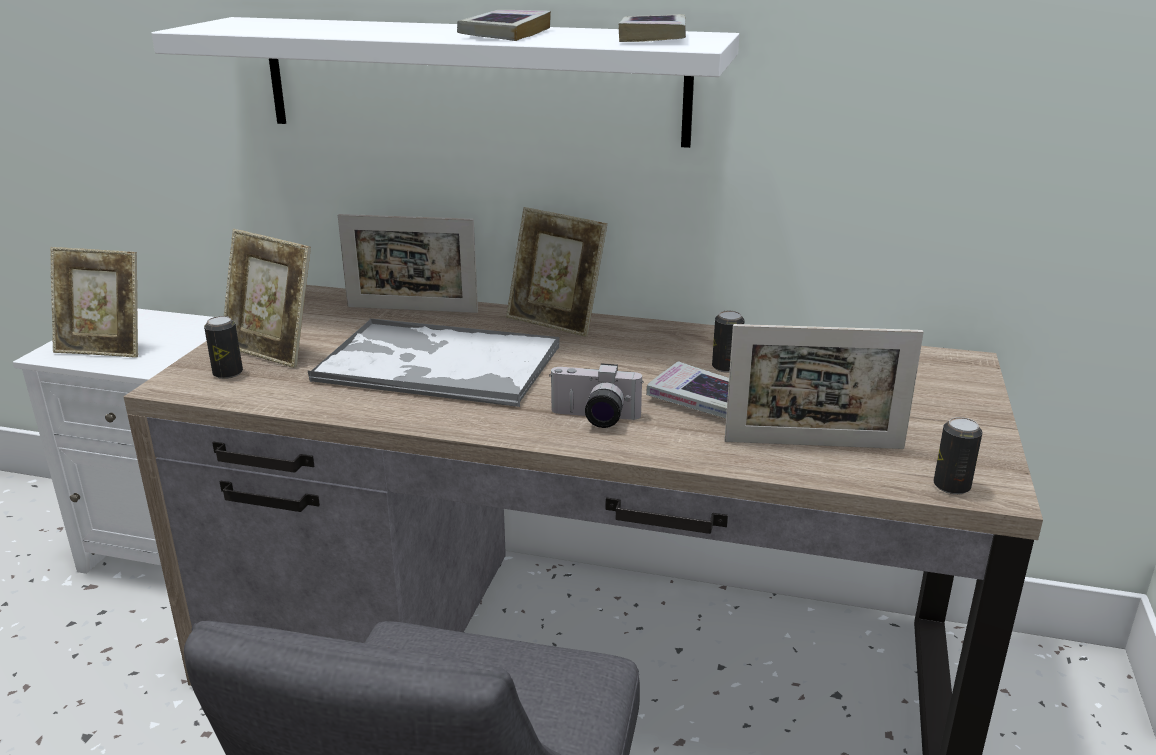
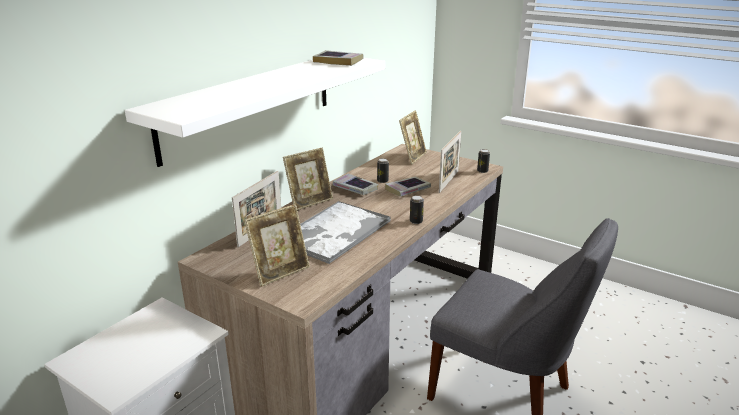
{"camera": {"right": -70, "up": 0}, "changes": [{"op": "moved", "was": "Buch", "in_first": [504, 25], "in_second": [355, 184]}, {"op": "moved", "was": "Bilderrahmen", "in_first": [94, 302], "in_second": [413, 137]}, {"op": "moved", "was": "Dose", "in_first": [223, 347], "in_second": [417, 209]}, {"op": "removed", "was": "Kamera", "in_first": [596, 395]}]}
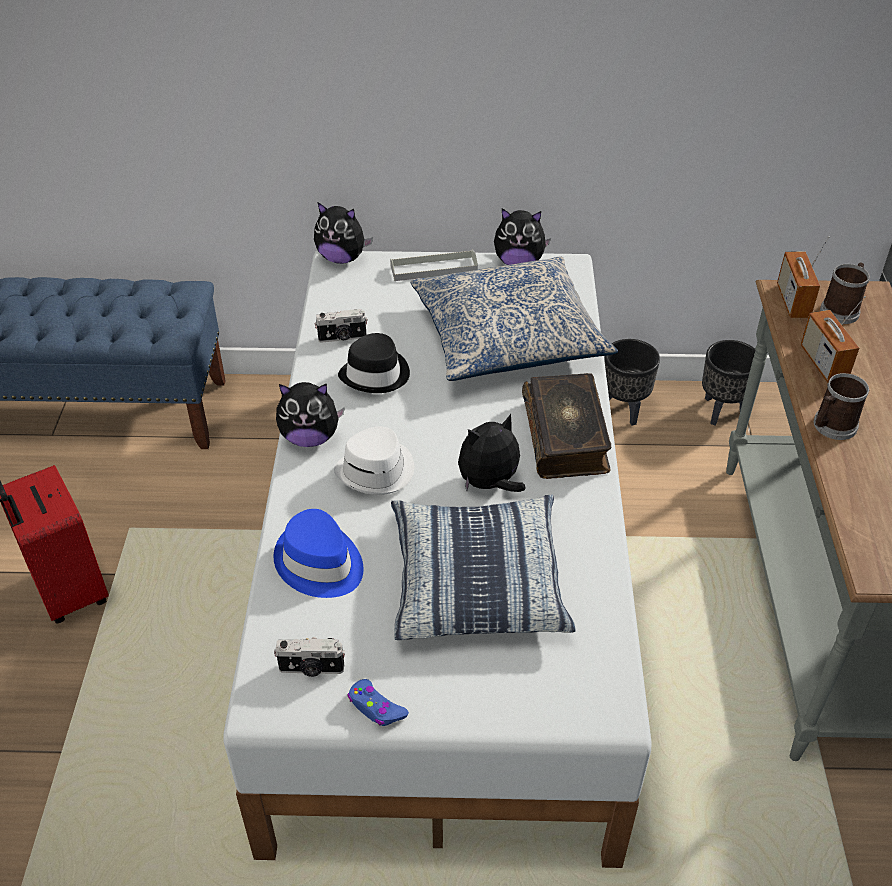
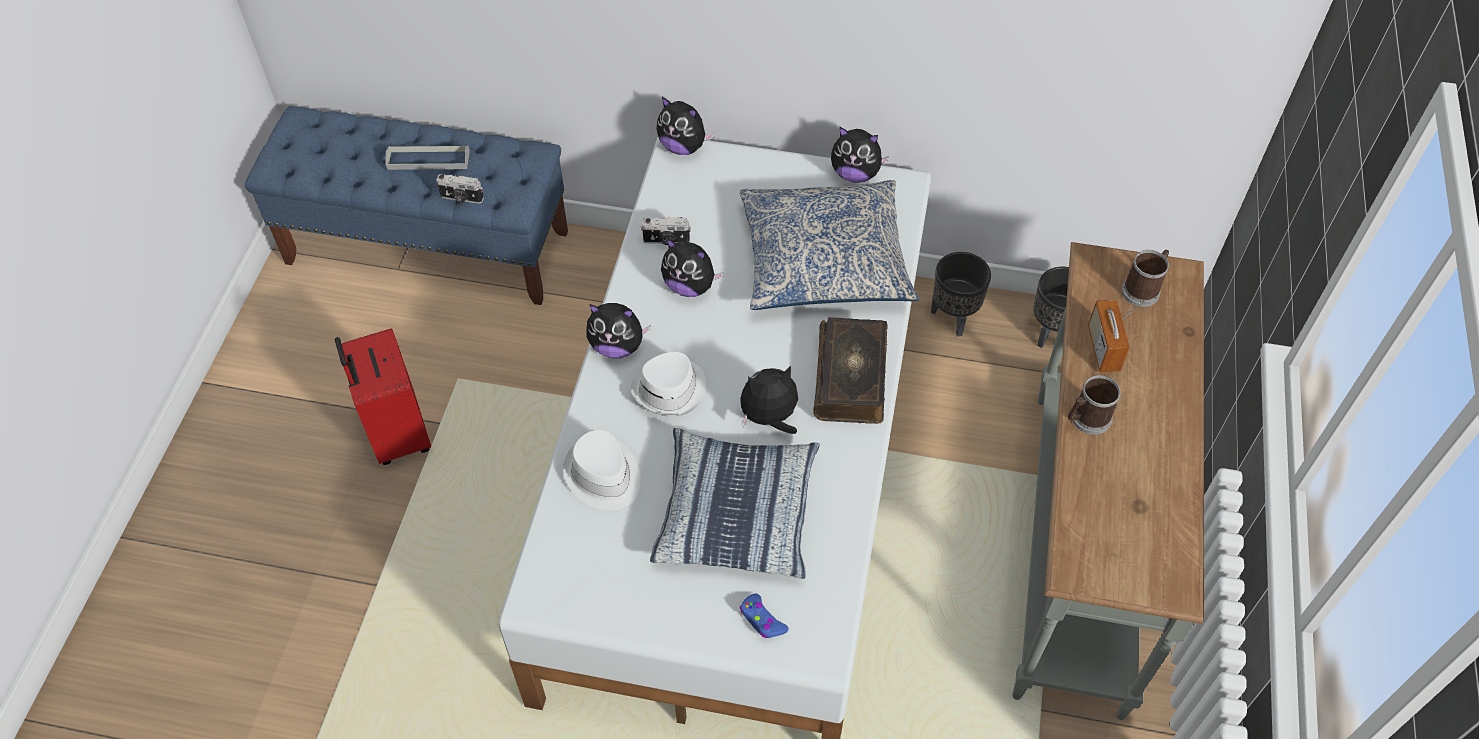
{"camera": {"right": 10, "up": 10}, "changes": [{"op": "moved", "was": "Tablett (grau)", "in_first": [434, 265], "in_second": [427, 157]}, {"op": "moved", "was": "Kamera", "in_first": [309, 657], "in_second": [460, 189]}, {"op": "recoloured", "was": "Hut (blau)", "now": "Hut (weiß)", "in_first": [318, 553], "in_second": [602, 470]}, {"op": "replaced", "was": "Hut (schwarz)", "now": "Plüschtier", "in_first": [374, 363], "in_second": [692, 267]}, {"op": "moved", "was": "Gamepad (blau)", "in_first": [378, 702], "in_second": [764, 615]}, {"op": "removed", "was": "Radio", "in_first": [803, 277]}]}
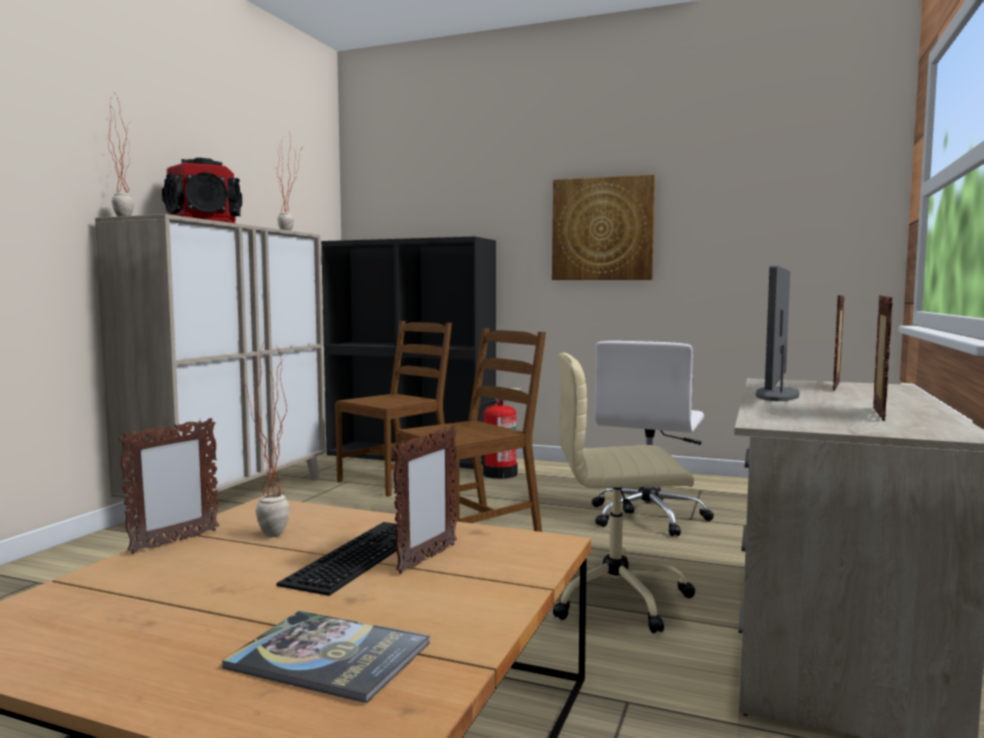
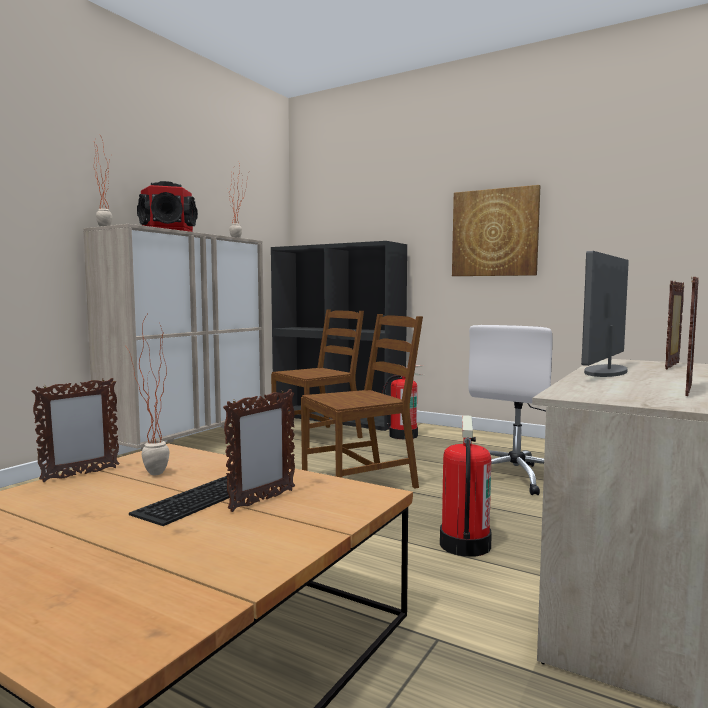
{"camera": {"right": 10, "up": 0}, "changes": [{"op": "replaced", "was": "Bürostuhl (beige)", "now": "Feuerlöscher", "in_first": [624, 493], "in_second": [466, 486]}, {"op": "removed", "was": "Buch", "in_first": [326, 657]}]}
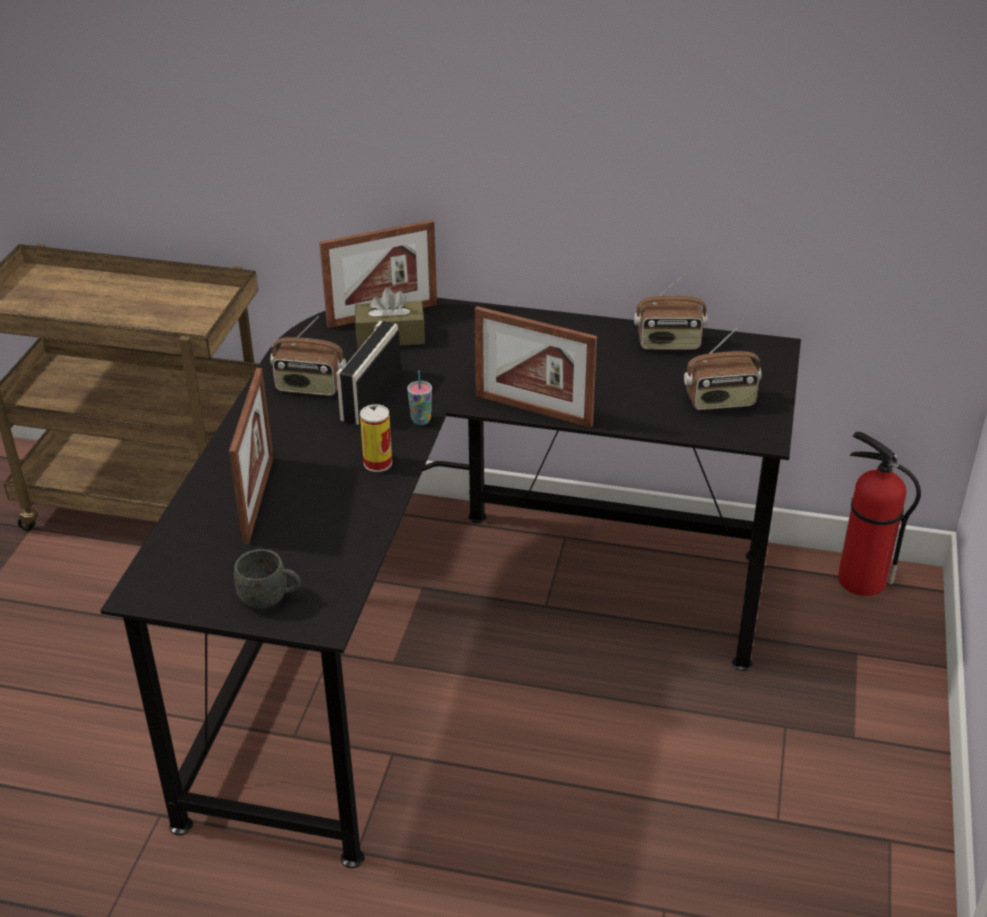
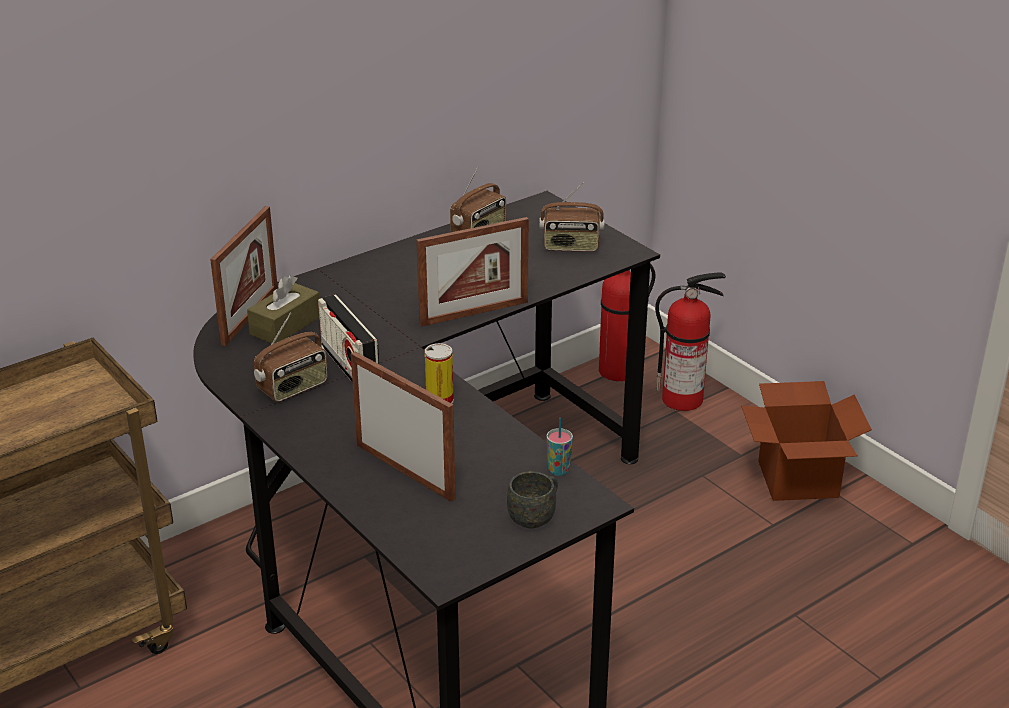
{"camera": {"right": -50, "up": -5}, "changes": [{"op": "turned", "was": "Radio", "in_first": [723, 369], "in_second": [572, 217], "clockwise": 60}, {"op": "moved", "was": "Tasse", "in_first": [419, 397], "in_second": [559, 447]}, {"op": "added", "now": "Feuerlöscher", "in_second": [690, 341]}, {"op": "added", "now": "Karton", "in_second": [806, 441]}]}
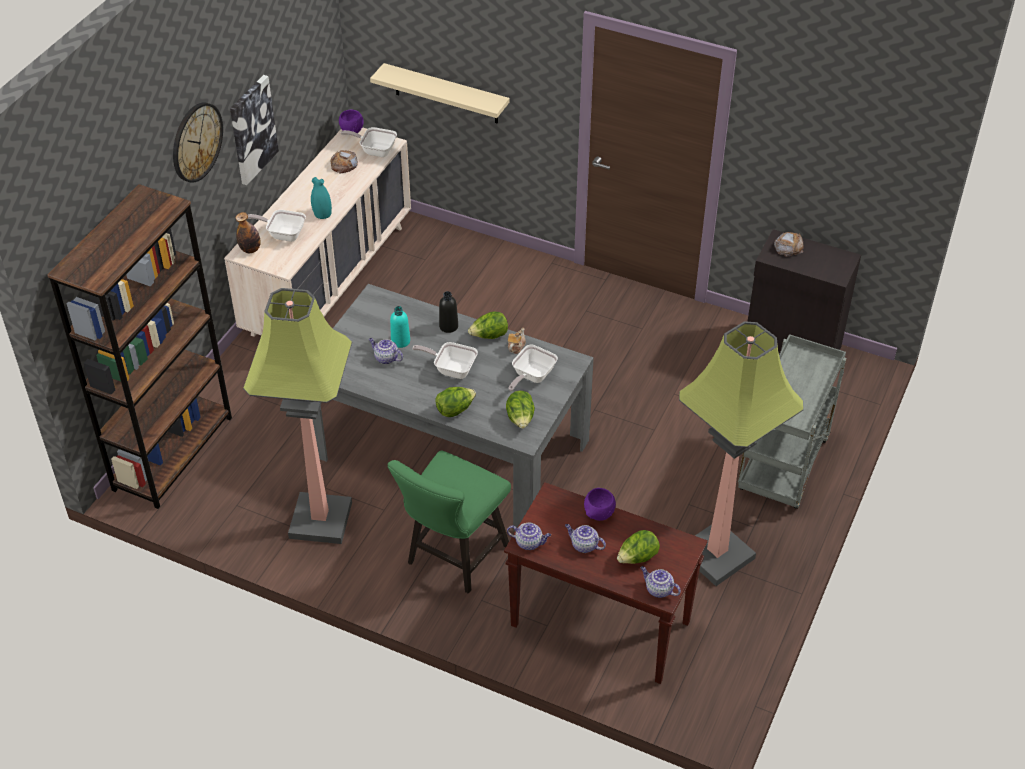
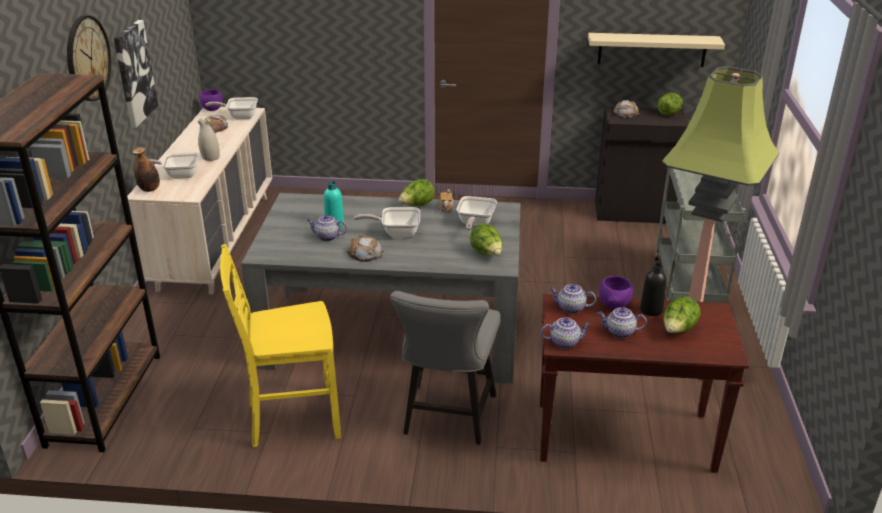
{"camera": {"right": -20, "up": -15}, "changes": [{"op": "recoloured", "was": "Vase (türkis)", "now": "Vase (weiß)", "in_first": [321, 198], "in_second": [209, 139]}, {"op": "replaced", "was": "Stehlampe", "now": "Stuhl (gelb)", "in_first": [297, 416], "in_second": [280, 346]}, {"op": "added", "now": "Brot", "in_second": [365, 249]}, {"op": "recoloured", "was": "Stuhl (grün)", "now": "Stuhl (grau)", "in_first": [449, 522], "in_second": [445, 368]}, {"op": "moved", "was": "Teekanne", "in_first": [661, 582], "in_second": [573, 299]}, {"op": "moved", "was": "Wandregal (beige)", "in_first": [440, 93], "in_second": [656, 50]}, {"op": "moved", "was": "Flasche (schwarz)", "in_first": [448, 312], "in_second": [653, 289]}, {"op": "moved", "was": "Salatkopf", "in_first": [455, 402], "in_second": [670, 104]}]}
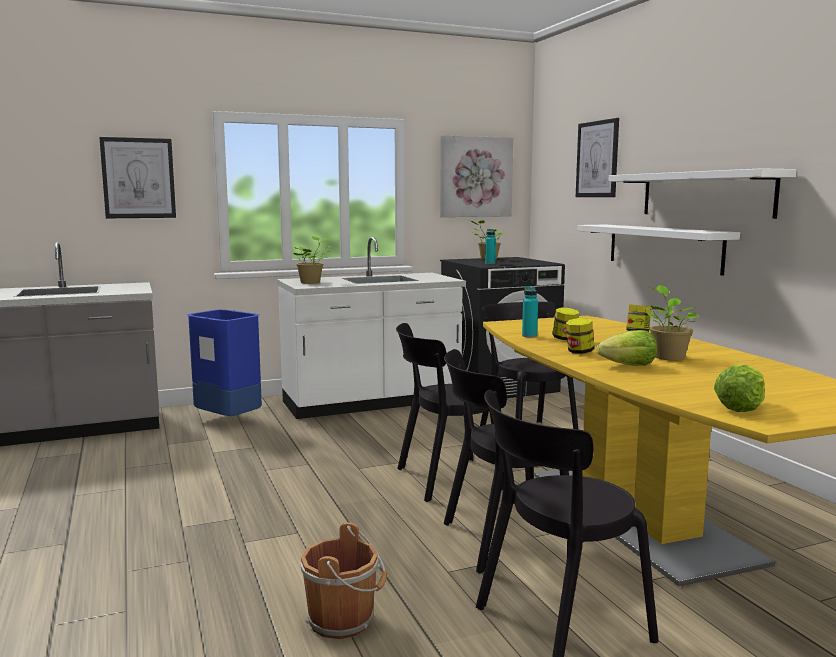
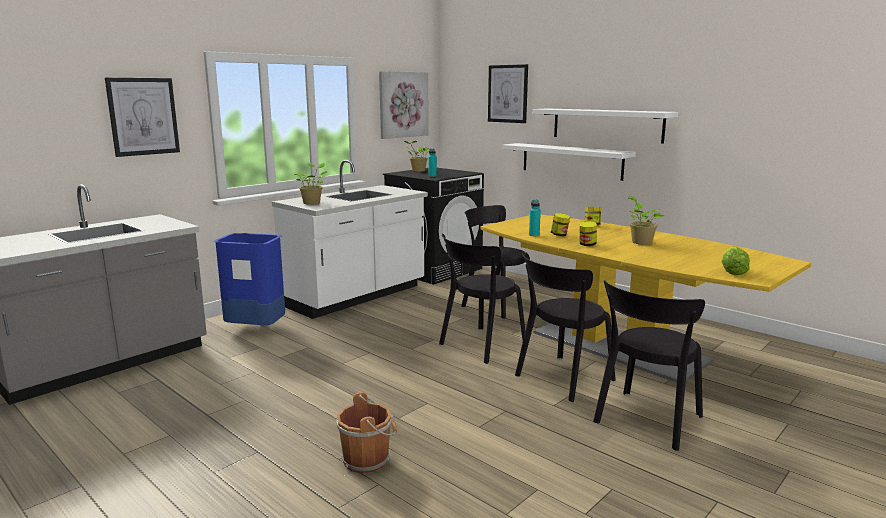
{"camera": {"right": -25, "up": 5}, "changes": [{"op": "moved", "was": "Eimer (braun)", "in_first": [343, 580], "in_second": [366, 432]}, {"op": "removed", "was": "Salatkopf", "in_first": [626, 348]}]}
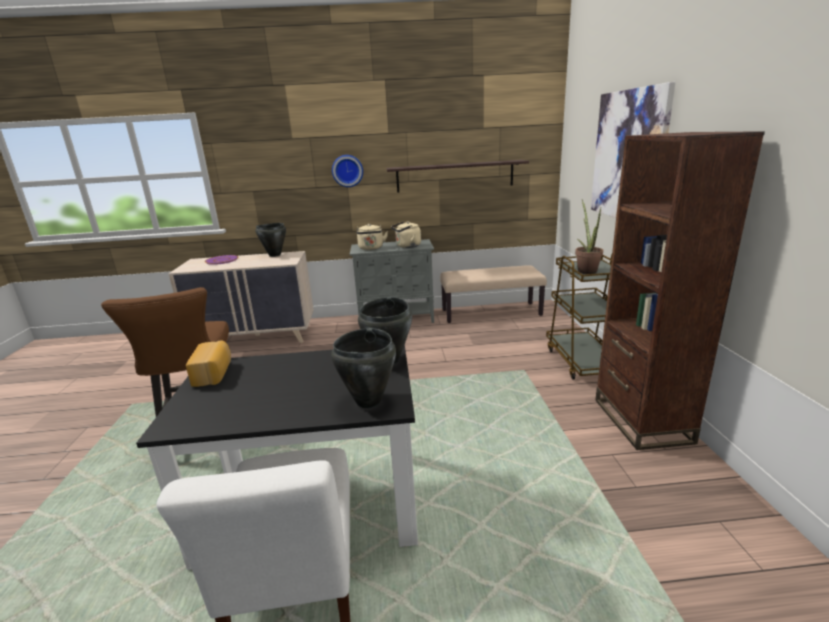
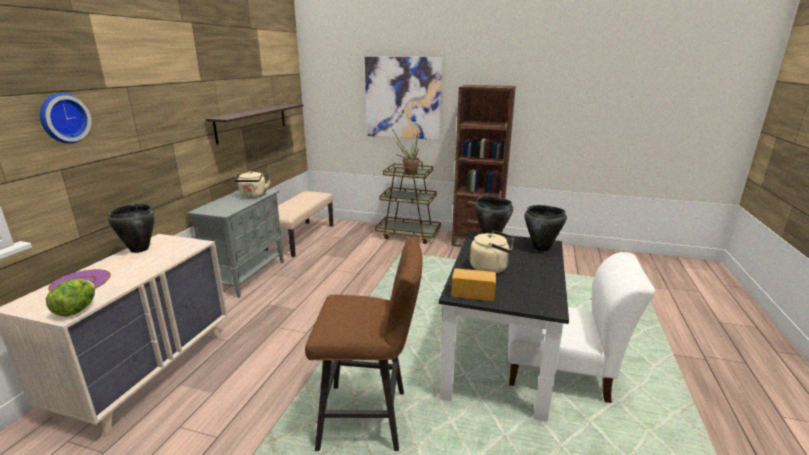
{"camera": {"right": -70, "up": 0}, "changes": [{"op": "moved", "was": "Wanduhr", "in_first": [347, 171], "in_second": [65, 118]}, {"op": "added", "now": "Salatkopf", "in_second": [70, 298]}, {"op": "moved", "was": "Wasserkessel (beige)", "in_first": [372, 237], "in_second": [492, 251]}]}
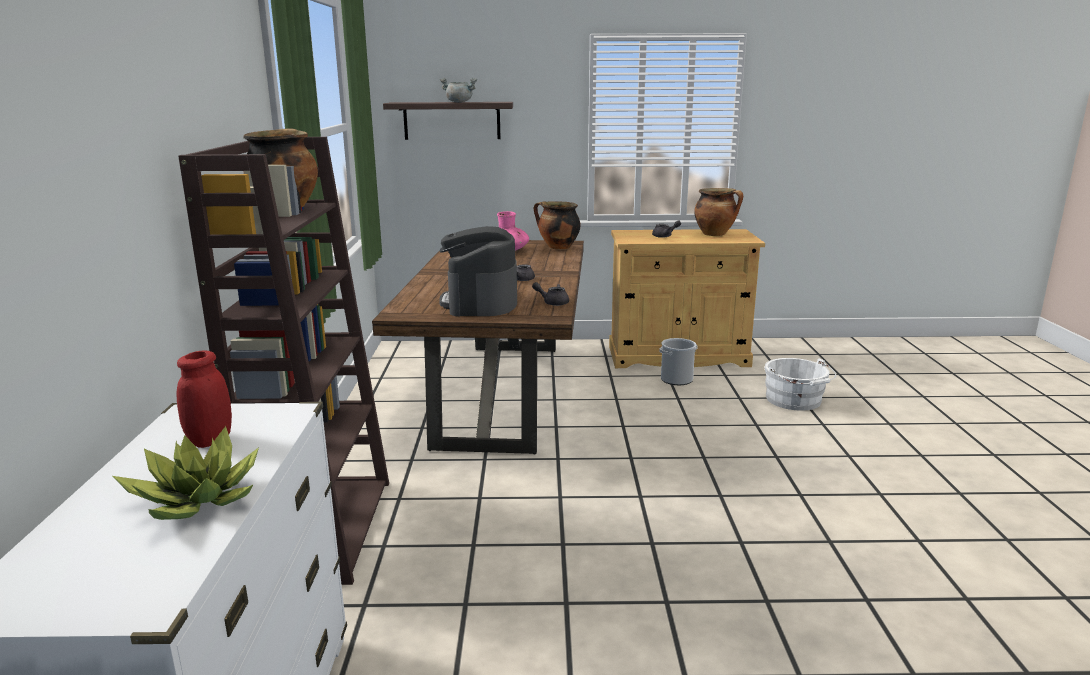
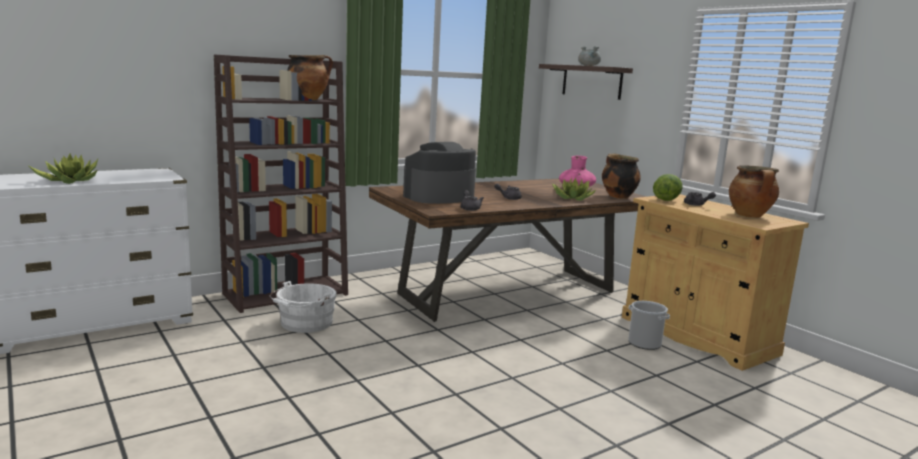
{"camera": {"right": 55, "up": -5}, "changes": [{"op": "moved", "was": "Eimer (weiß)", "in_first": [800, 384], "in_second": [303, 307]}, {"op": "added", "now": "Topfpflanze", "in_second": [574, 189]}, {"op": "added", "now": "Salatkopf", "in_second": [667, 187]}, {"op": "removed", "was": "Vorratsglas (rot)", "in_first": [204, 399]}]}
